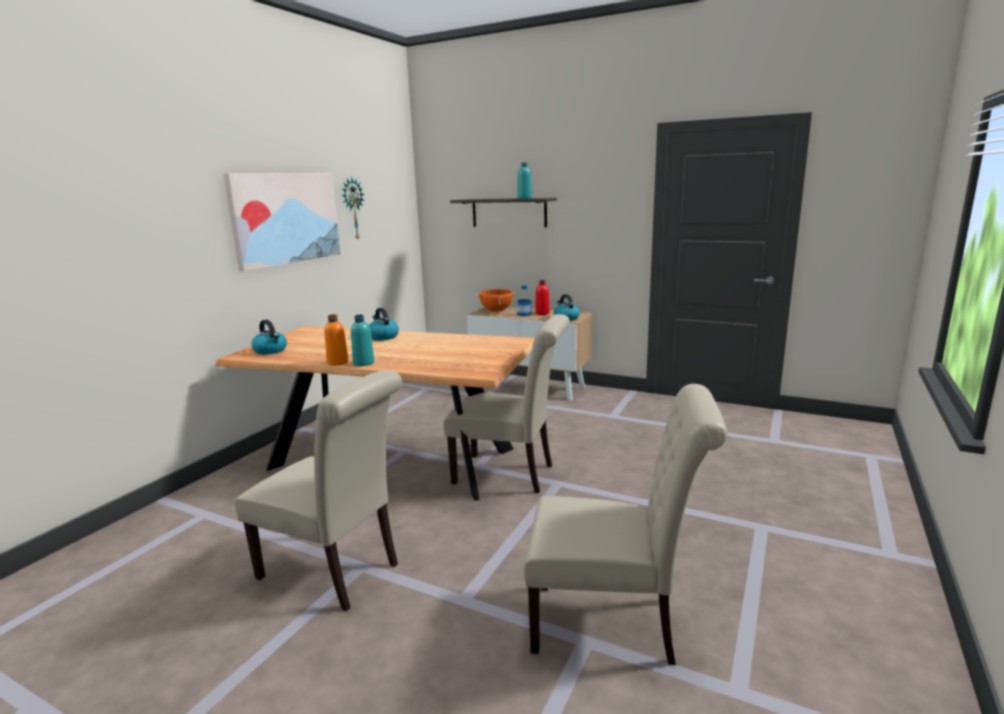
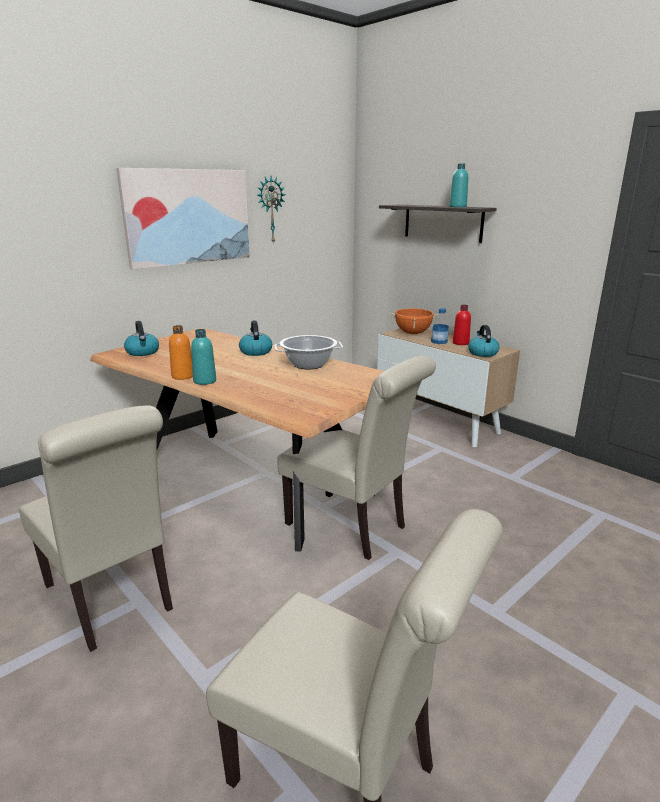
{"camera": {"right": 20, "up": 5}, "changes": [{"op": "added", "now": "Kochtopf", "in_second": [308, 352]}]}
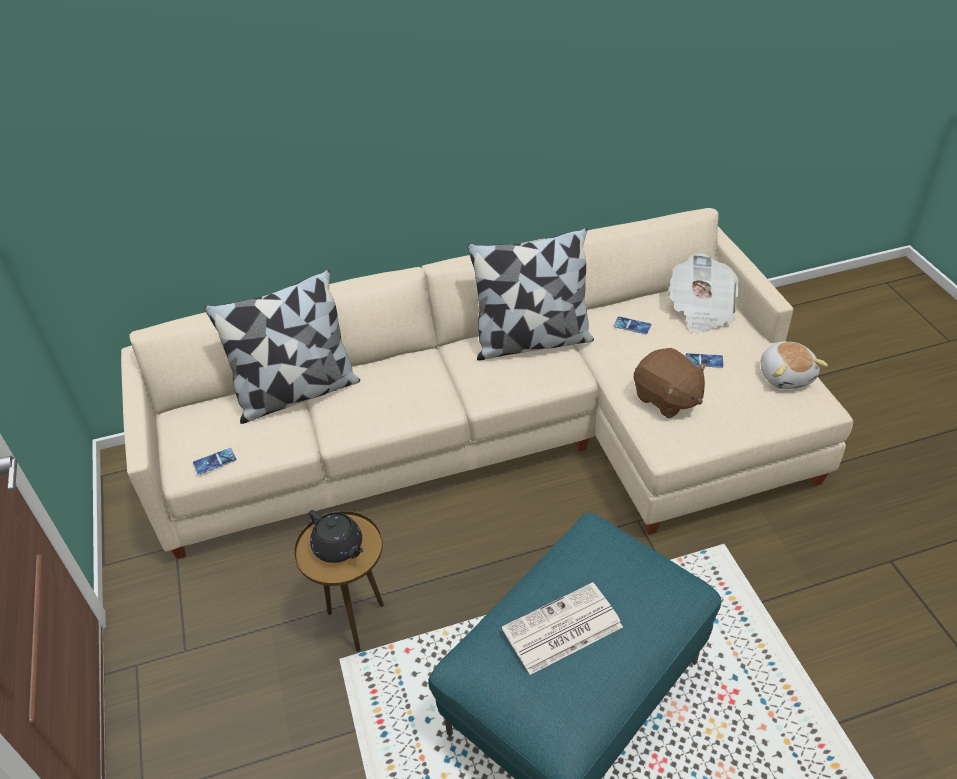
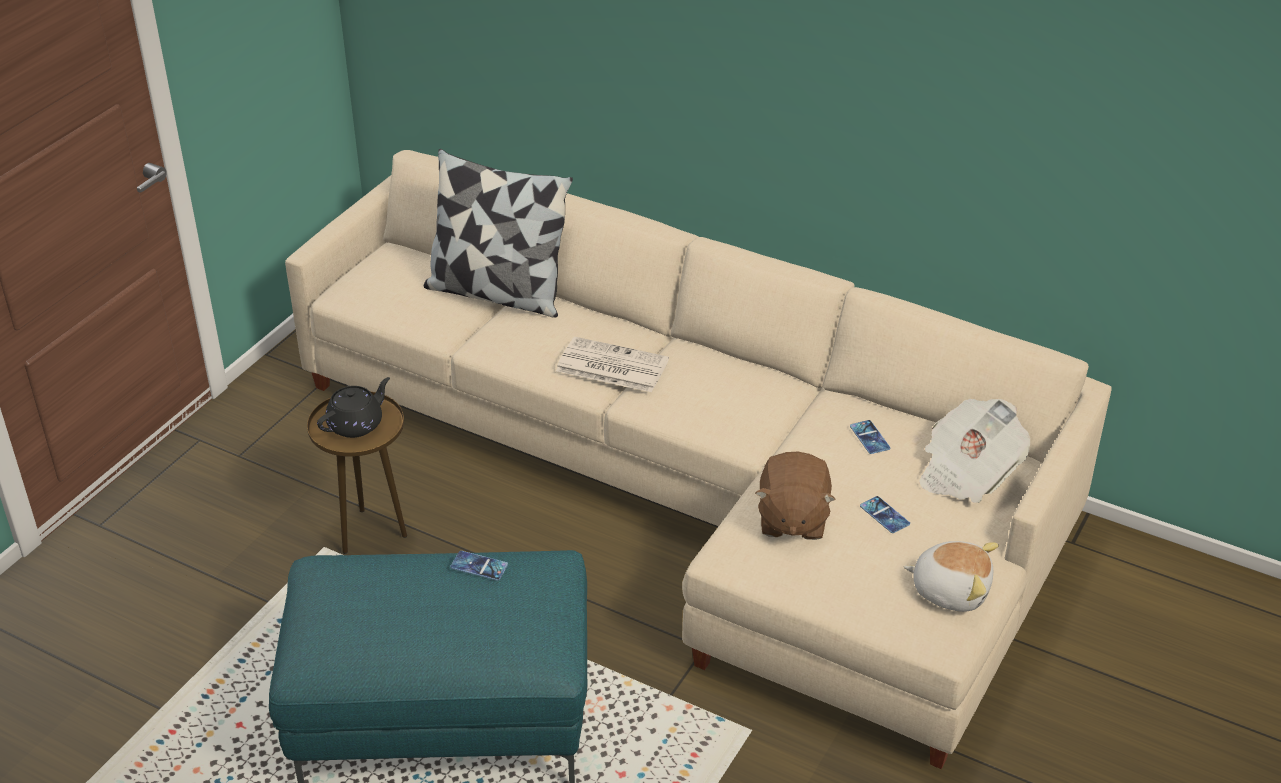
{"camera": {"right": 45, "up": -5}, "changes": [{"op": "turned", "was": "Teekanne (schwarz)", "in_first": [336, 536], "in_second": [353, 407], "clockwise": -135}, {"op": "moved", "was": "Handy", "in_first": [214, 461], "in_second": [479, 566]}, {"op": "moved", "was": "Zeitung", "in_first": [562, 628], "in_second": [612, 364]}, {"op": "turned", "was": "Plüschtier", "in_first": [794, 365], "in_second": [951, 576], "clockwise": -105}, {"op": "removed", "was": "Kissen", "in_first": [530, 294]}]}
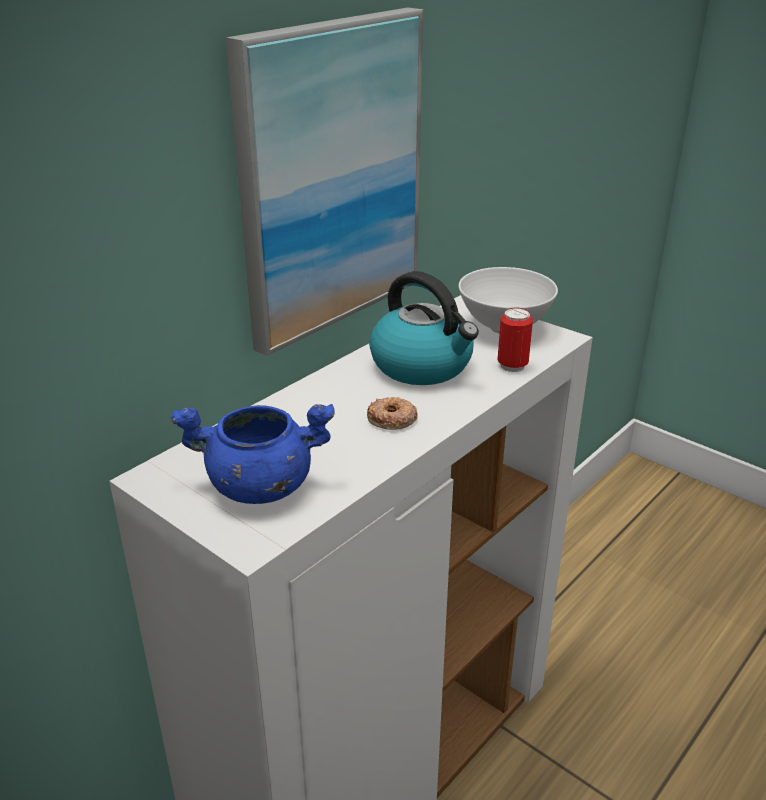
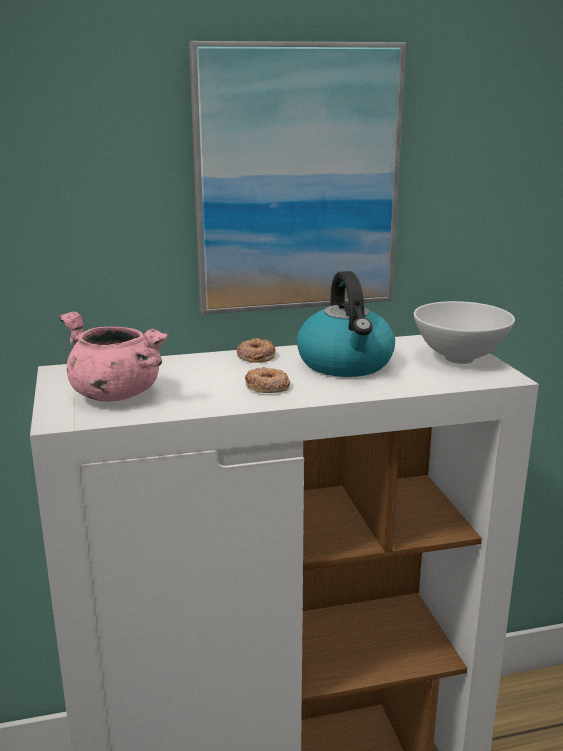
{"camera": {"right": 35, "up": -10}, "changes": [{"op": "recoloured", "was": "Kochtopf (blau)", "now": "Kochtopf (rosa)", "in_first": [253, 454], "in_second": [113, 356]}, {"op": "added", "now": "Donut", "in_second": [256, 350]}, {"op": "removed", "was": "Dose", "in_first": [515, 340]}]}
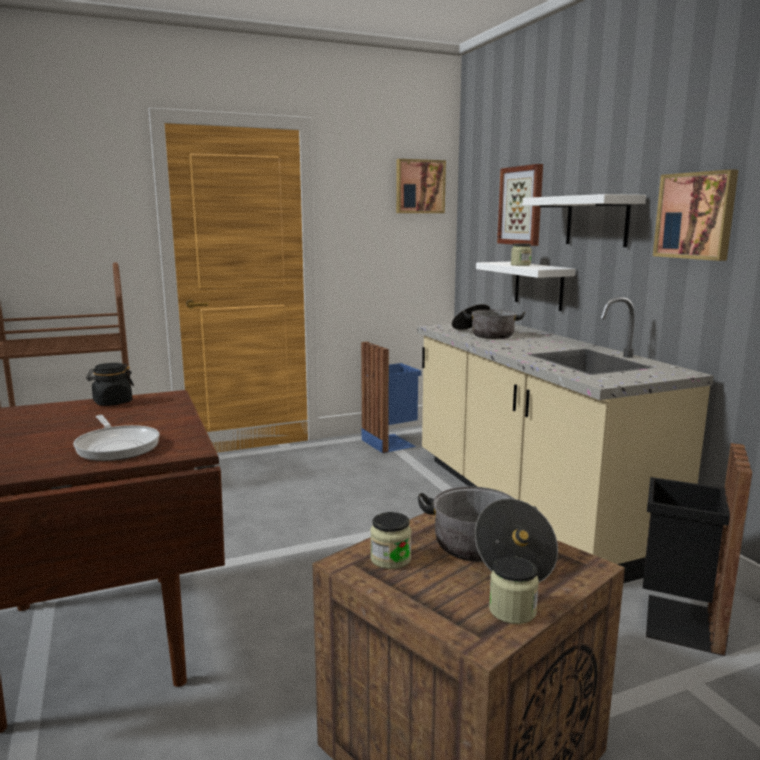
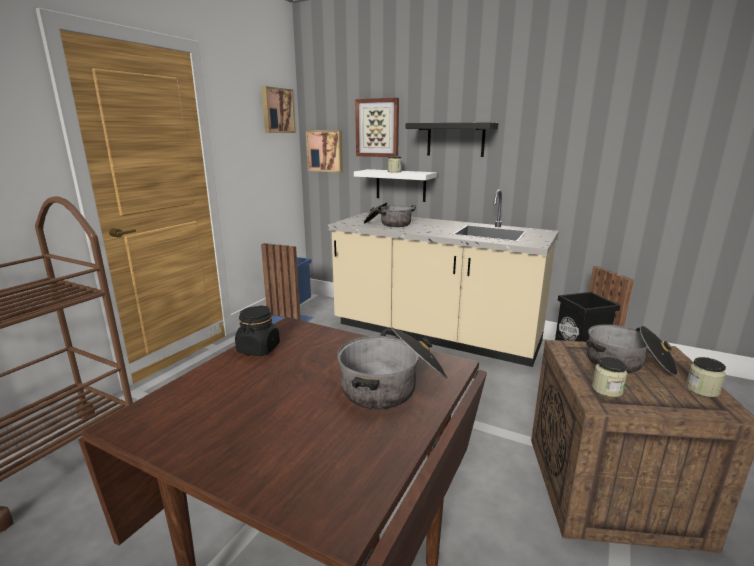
{"camera": {"right": -40, "up": 5}, "changes": [{"op": "moved", "was": "Bild", "in_first": [695, 215], "in_second": [324, 151]}, {"op": "replaced", "was": "Pfanne", "now": "Kochtopf", "in_first": [116, 438], "in_second": [392, 368]}, {"op": "recoloured", "was": "Wandregal (weiß)", "now": "Wandregal (schwarz)", "in_first": [584, 220], "in_second": [452, 140]}]}
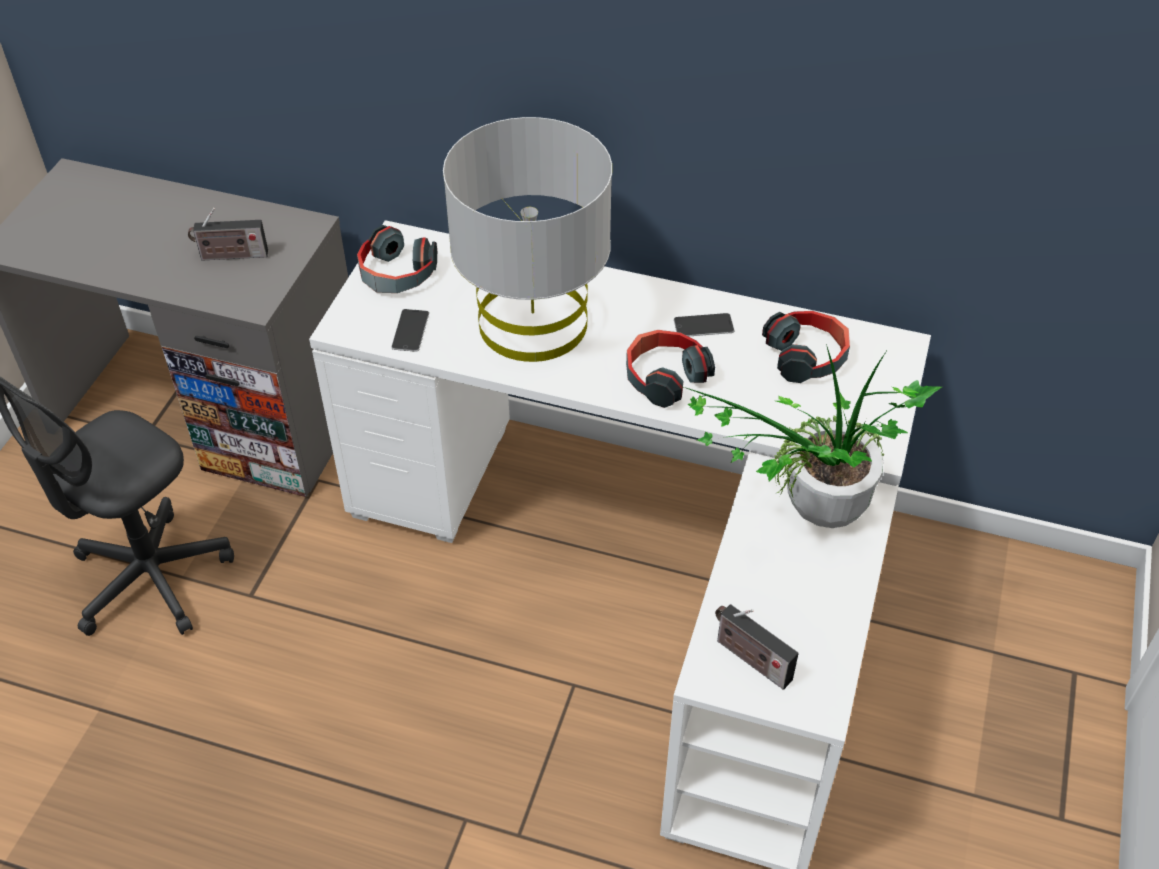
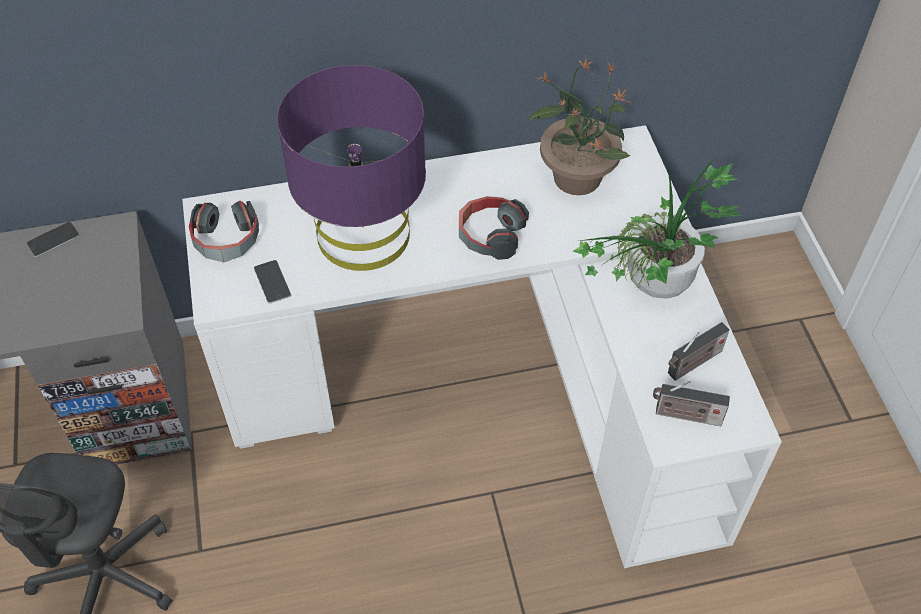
{"camera": {"right": -30, "up": 5}, "changes": [{"op": "moved", "was": "Handy", "in_first": [704, 324], "in_second": [53, 239]}, {"op": "recoloured", "was": "Tischlampe (grau)", "now": "Tischlampe (lila)", "in_first": [527, 239], "in_second": [351, 168]}, {"op": "replaced", "was": "Kopfhörer", "now": "Topfpflanze", "in_first": [806, 347], "in_second": [579, 126]}, {"op": "moved", "was": "Radio", "in_first": [228, 234], "in_second": [699, 351]}]}
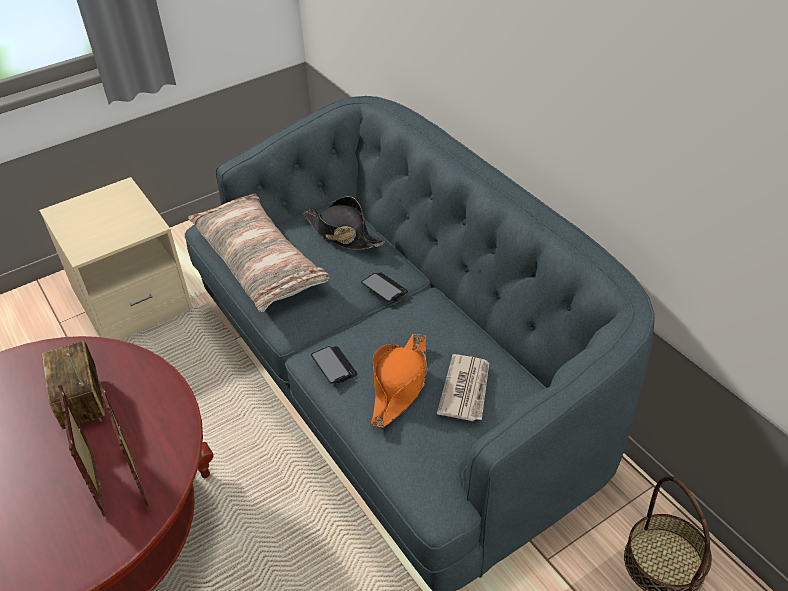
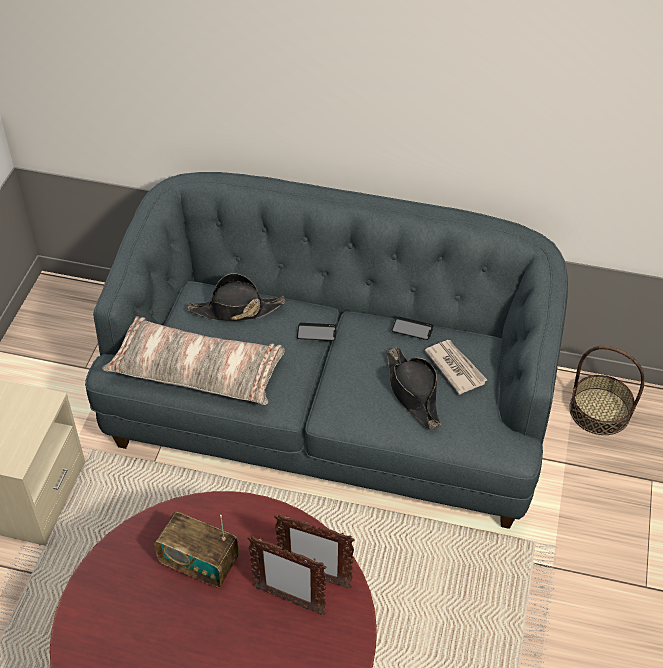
{"camera": {"right": -45, "up": 5}, "changes": [{"op": "recoloured", "was": "Hut (orange)", "now": "Hut (schwarz)", "in_first": [399, 381], "in_second": [413, 388]}, {"op": "moved", "was": "Handy", "in_first": [334, 364], "in_second": [413, 328]}]}
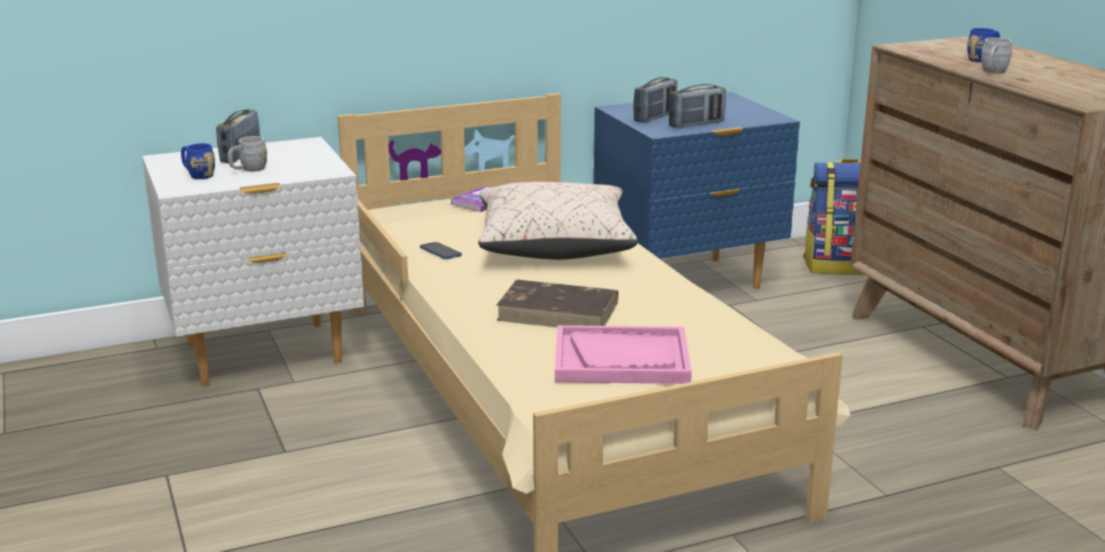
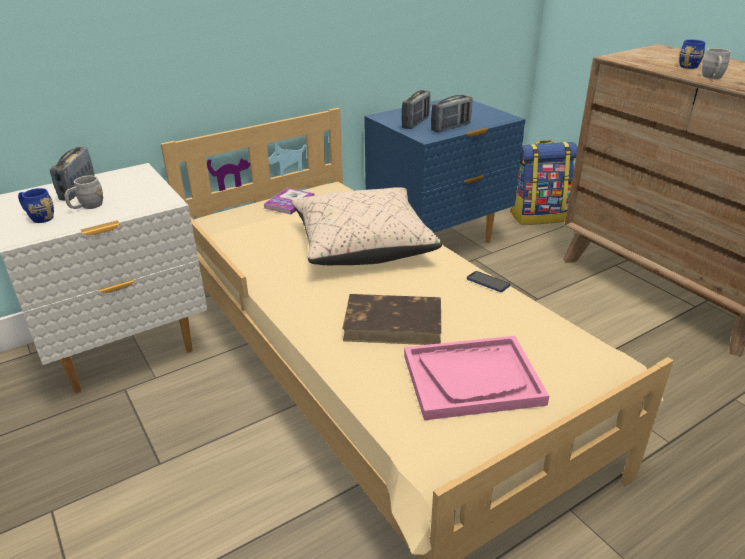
{"camera": {"right": -10, "up": 10}, "changes": [{"op": "moved", "was": "Handy", "in_first": [441, 250], "in_second": [488, 281]}]}
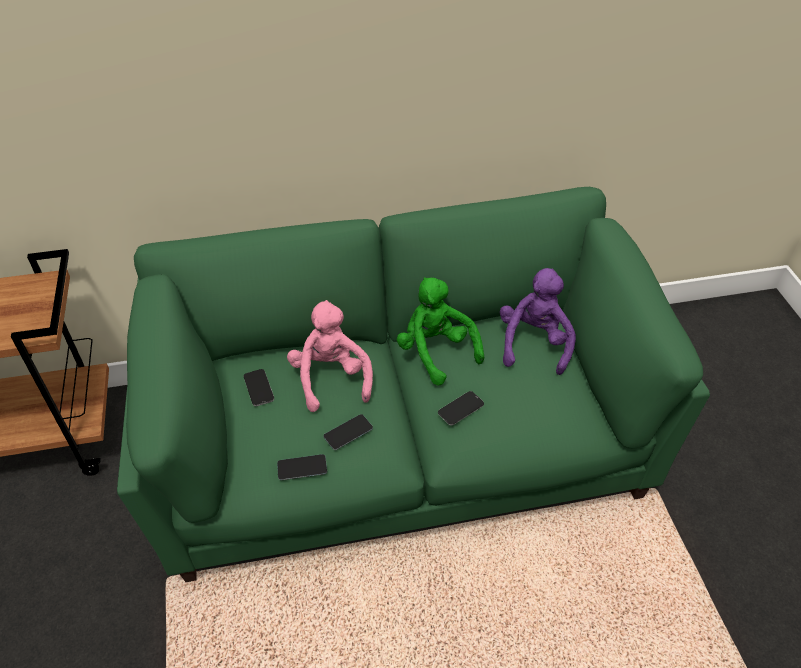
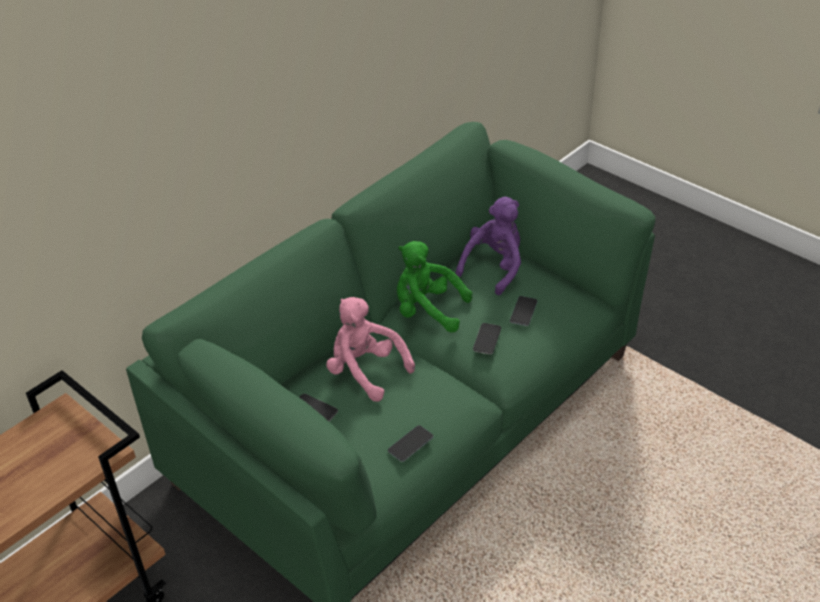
{"camera": {"right": -35, "up": -5}, "changes": [{"op": "turned", "was": "Plüschtier (lila)", "in_first": [538, 321], "in_second": [488, 246], "clockwise": 60}, {"op": "moved", "was": "Handy", "in_first": [348, 432], "in_second": [523, 311]}]}
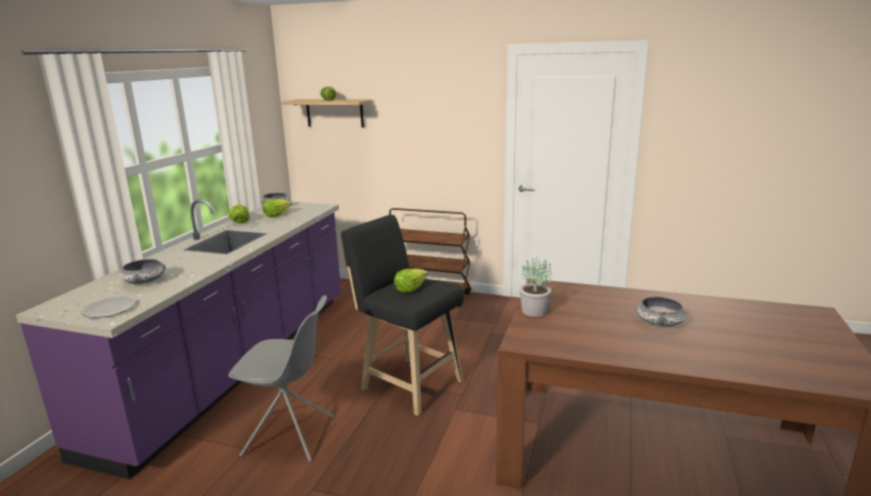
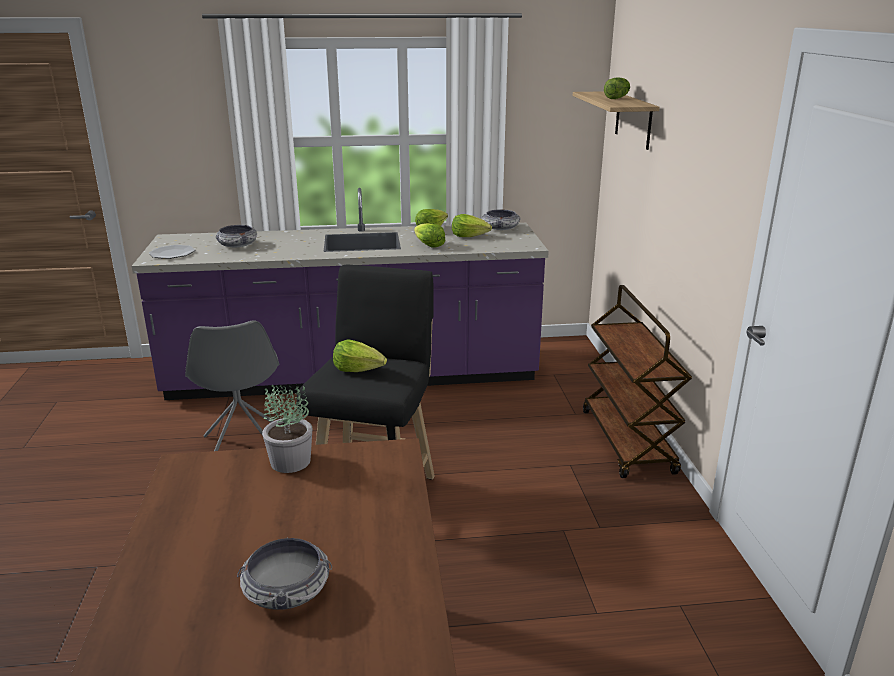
{"camera": {"right": 65, "up": 5}, "changes": [{"op": "added", "now": "Salatkopf", "in_second": [430, 235]}]}
